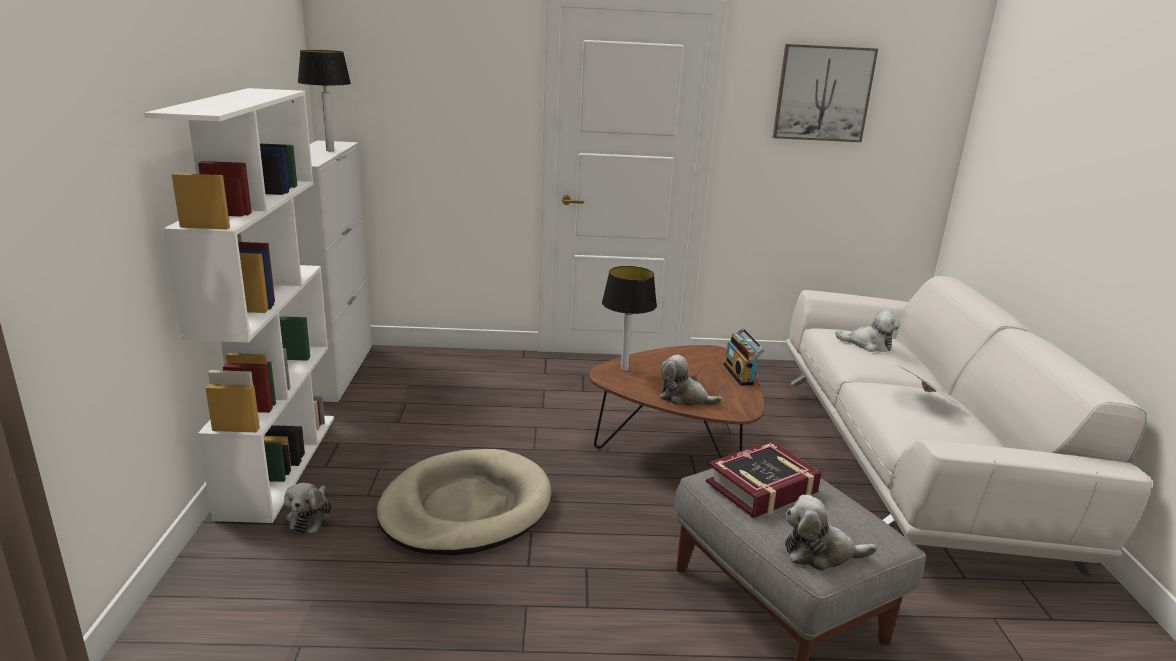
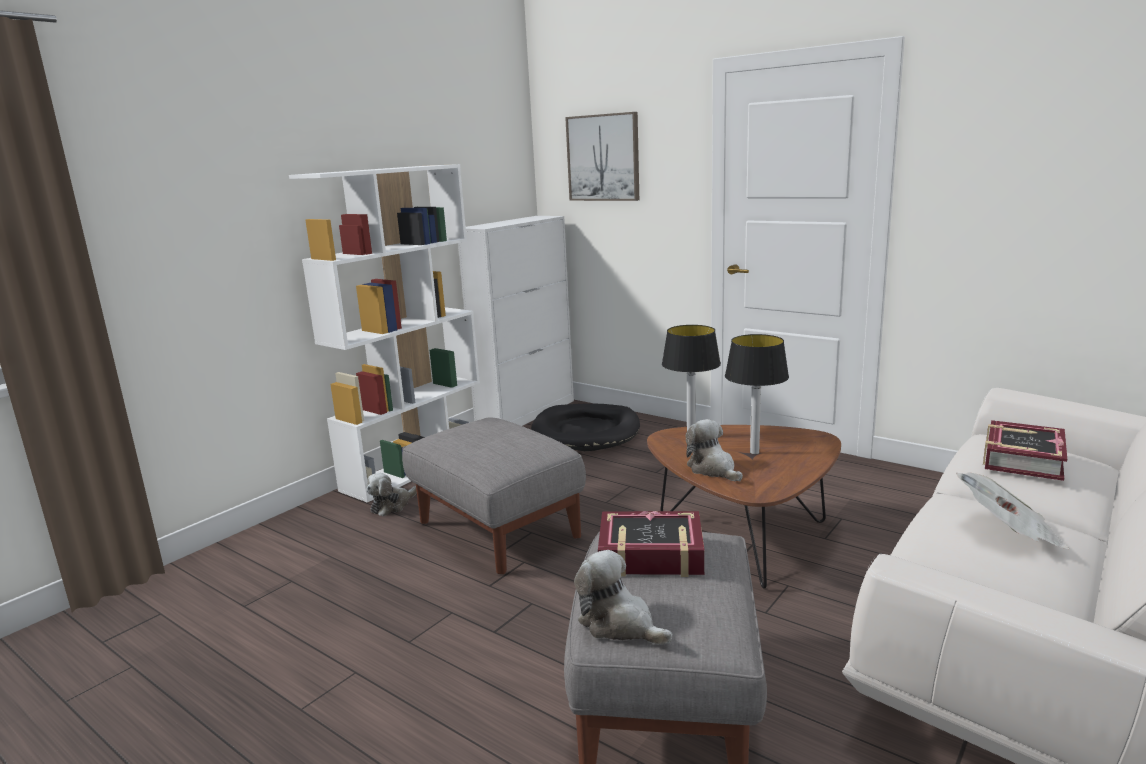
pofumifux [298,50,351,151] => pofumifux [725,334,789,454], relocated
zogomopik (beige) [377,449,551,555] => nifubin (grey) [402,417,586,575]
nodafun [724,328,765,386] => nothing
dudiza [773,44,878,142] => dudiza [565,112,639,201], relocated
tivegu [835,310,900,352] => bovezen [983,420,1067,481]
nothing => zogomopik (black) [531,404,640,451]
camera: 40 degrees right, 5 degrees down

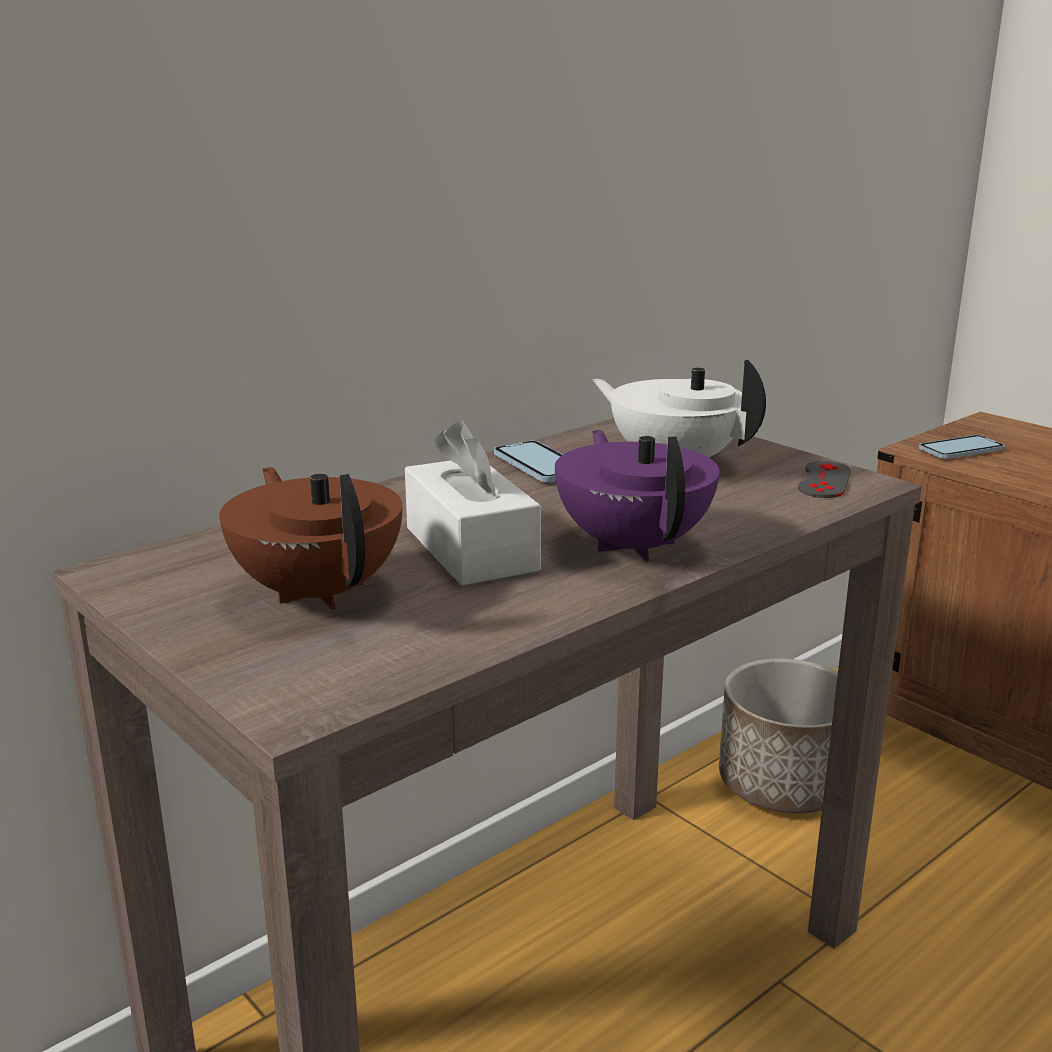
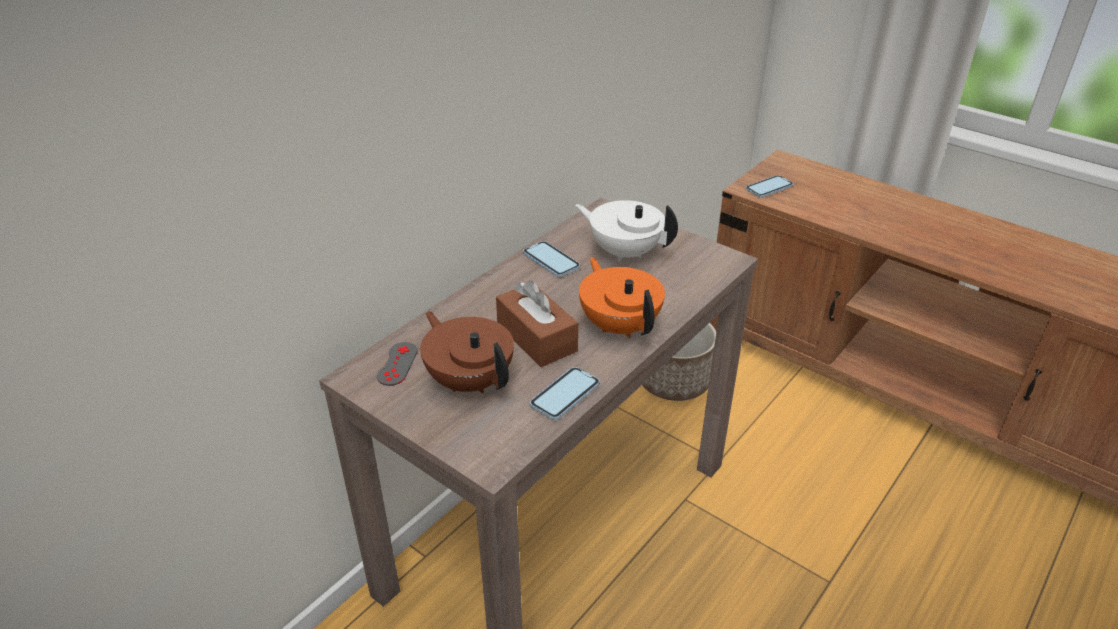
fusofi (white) [405,420,541,586] => fusofi (brown) [496,280,578,367]
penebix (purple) [555,430,719,562] => penebix (orange) [579,257,665,338]
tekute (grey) [798,461,851,498] => tekute (grey) [377,342,418,386], relocated
nothing => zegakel [530,367,600,420]
camera: 10 degrees left, 15 degrees up

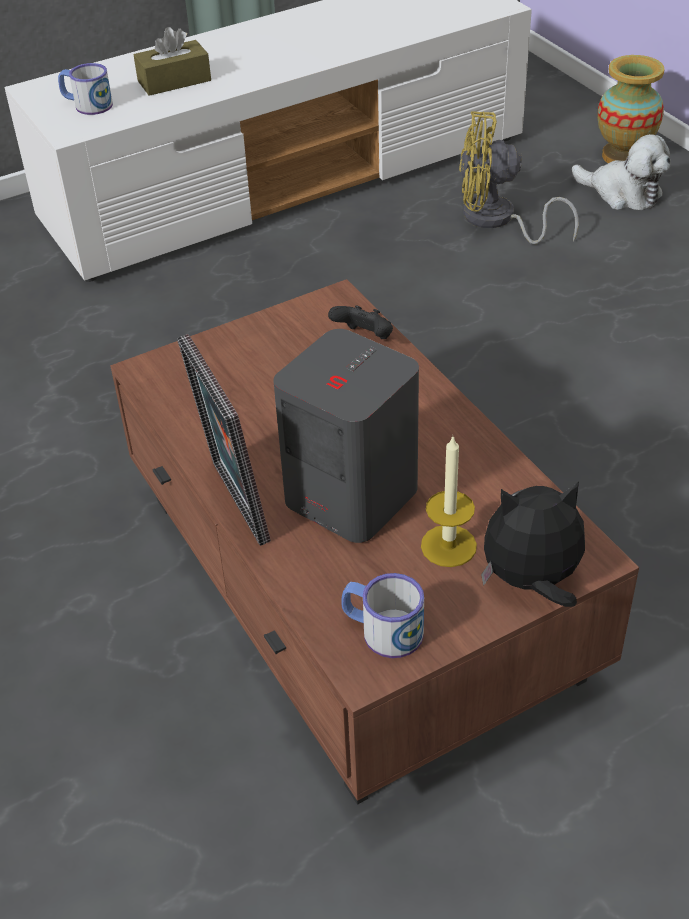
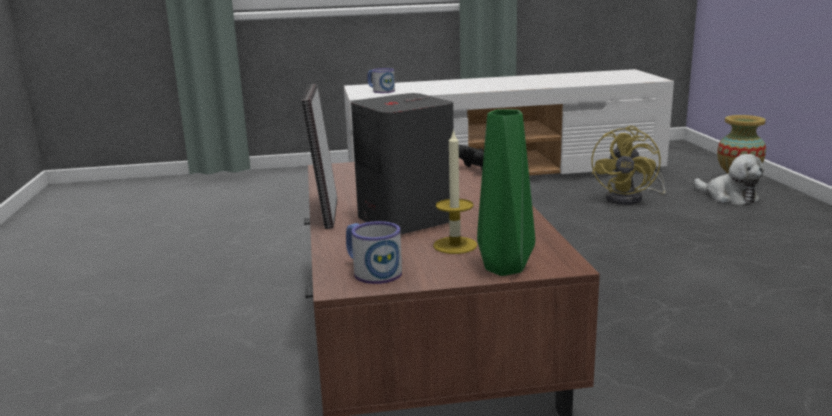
fusofi (brown) [134,27,211,96] => nothing
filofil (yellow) [459,111,579,244] => filofil (yellow) [591,126,666,205], 90 degrees counterclockwise
tivegu [481,481,585,607] => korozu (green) [477,109,535,276]
camera: 20 degrees right, 25 degrees down

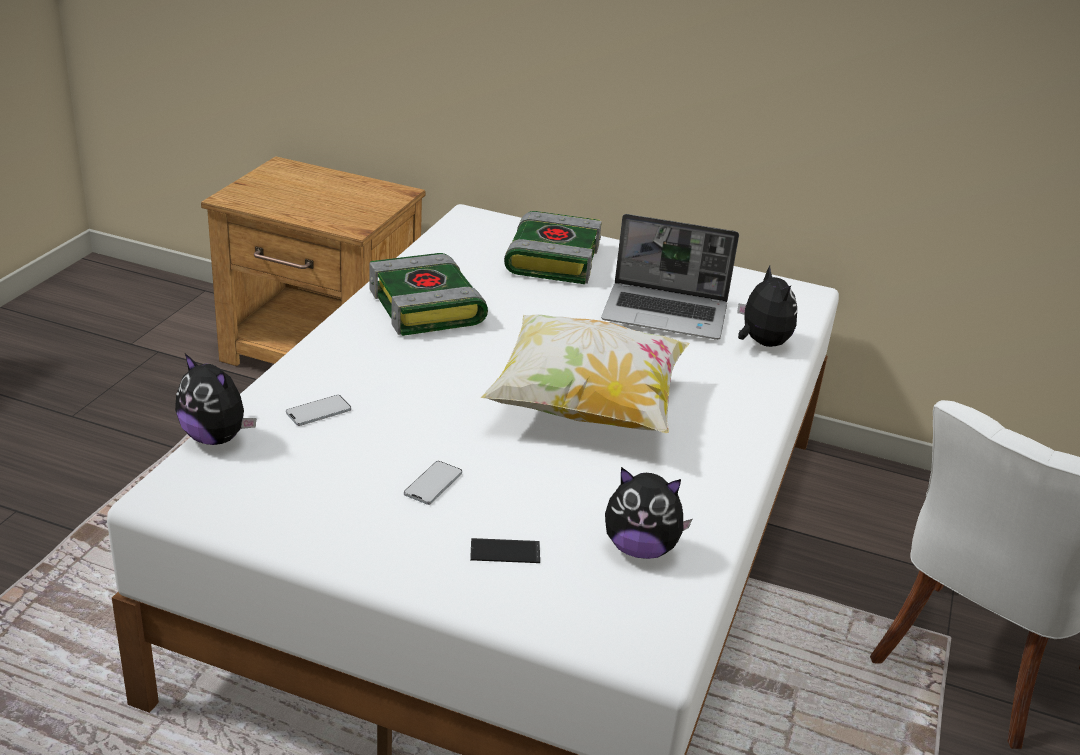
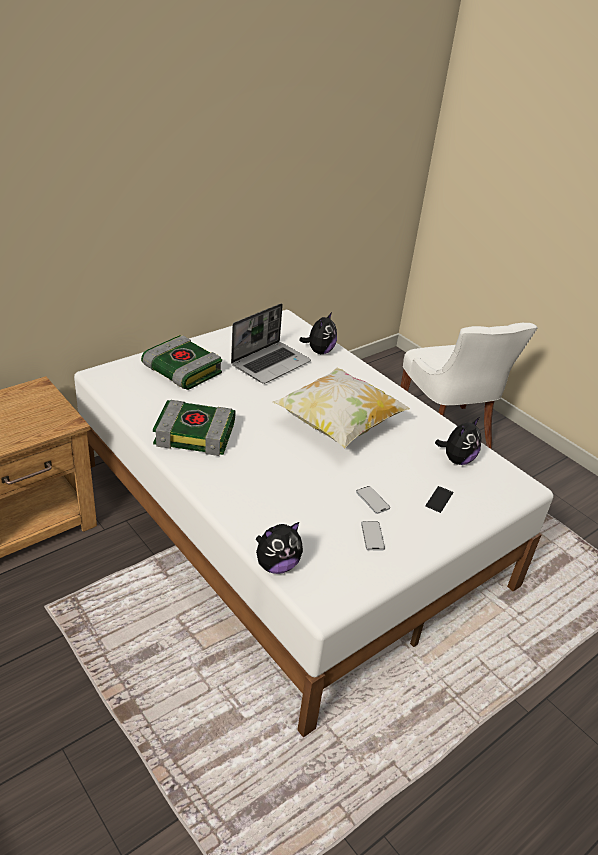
zegakel [286,395,351,426] => zegakel [361,521,385,550], relocated
tivegu [737,266,797,347] => tivegu [299,312,337,354], 105 degrees clockwise
camera: 60 degrees left, 5 degrees up

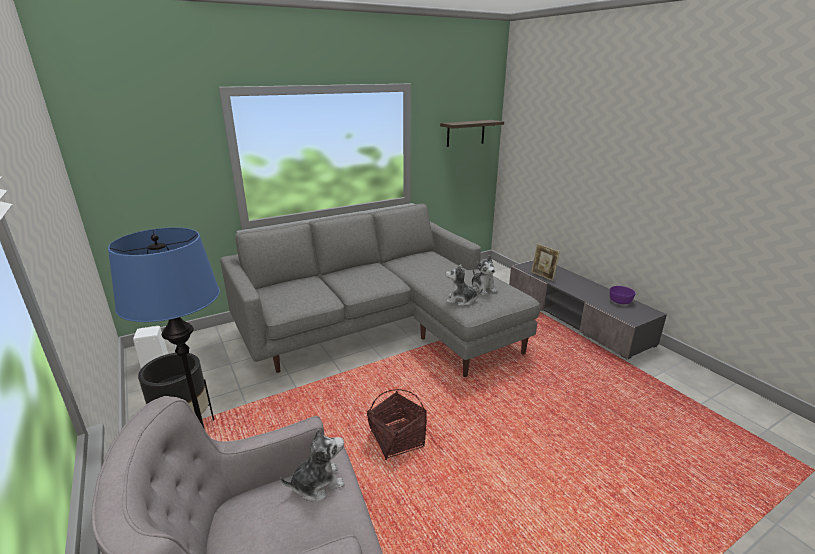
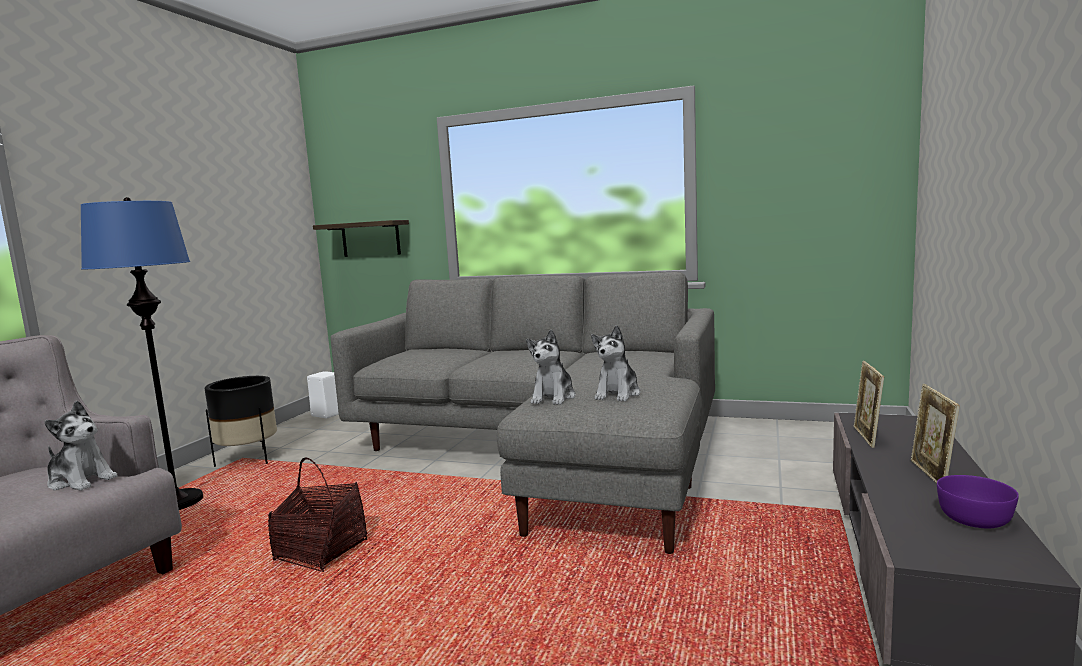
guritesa [440,120,504,147] => guritesa [313,220,409,257], relocated
tivegu [445,264,483,306] => tivegu [526,329,576,405], 135 degrees counterclockwise
nothing => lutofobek [911,384,960,484]
camera: 50 degrees right, 15 degrees down

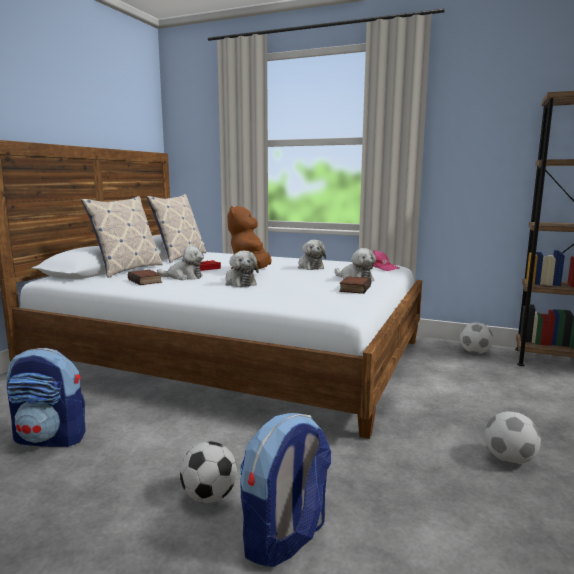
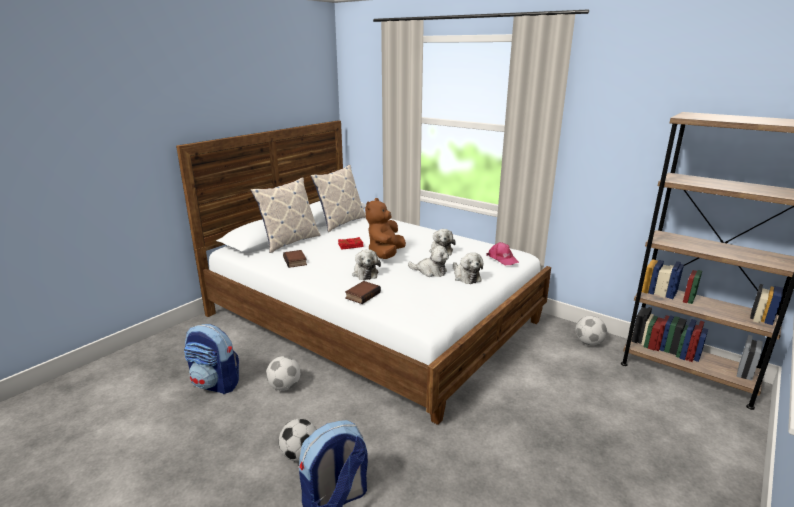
tivegu [157,246,204,280] => tivegu [408,246,449,277], relocated
bovezen [339,276,371,294] => bovezen [345,281,381,304], relocated
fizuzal [485,411,541,464] => fizuzal [266,356,301,391], relocated
camera: 15 degrees right, 10 degrees up

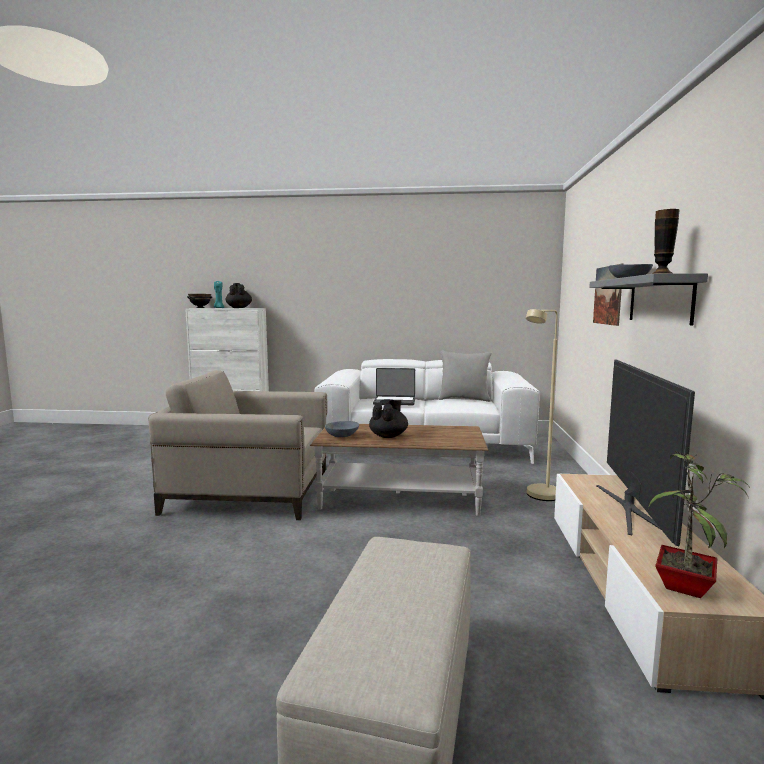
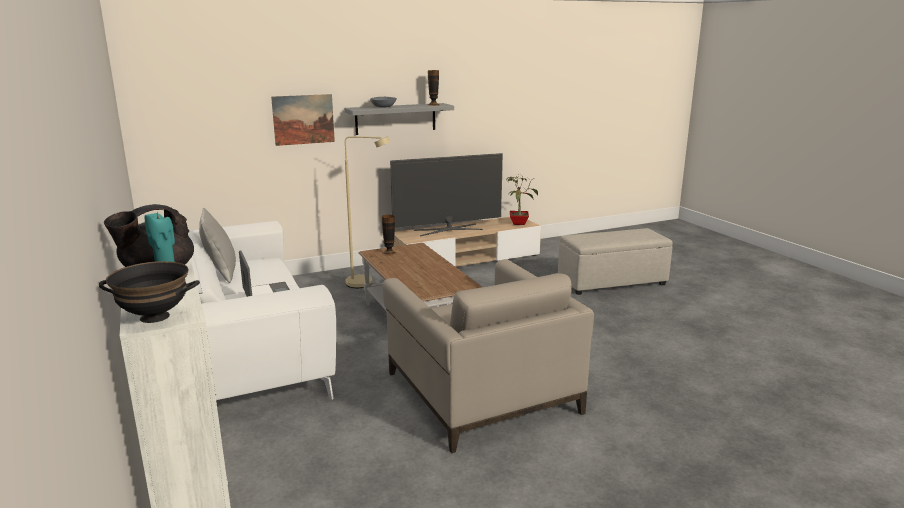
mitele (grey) [325,421,359,437] => nothing
penebix (black) [369,399,408,438] => nothing
nothing => korozu [382,215,396,256]
camera: 120 degrees left, 10 degrees up

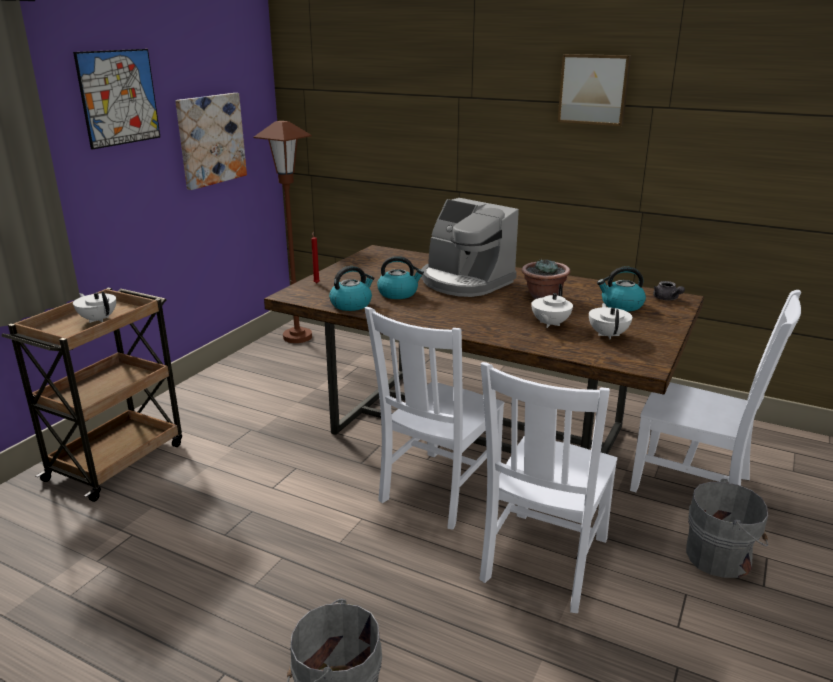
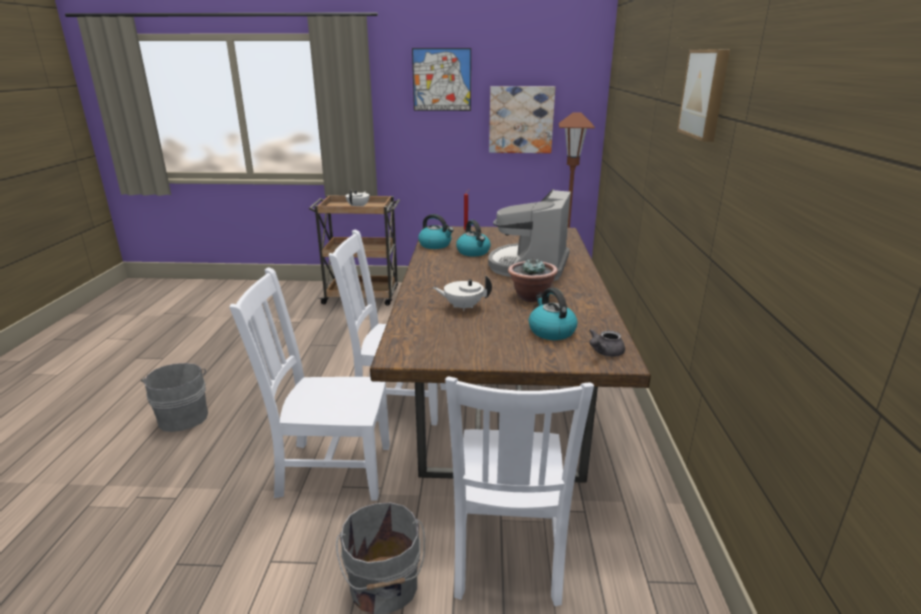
penebix (white) [589,303,633,340] => nothing
camera: 65 degrees right, 0 degrees up

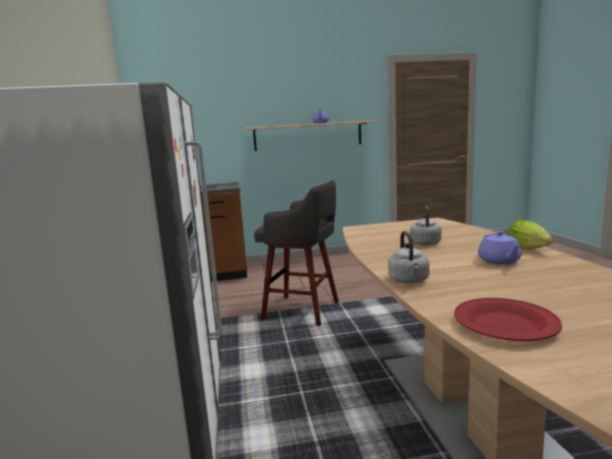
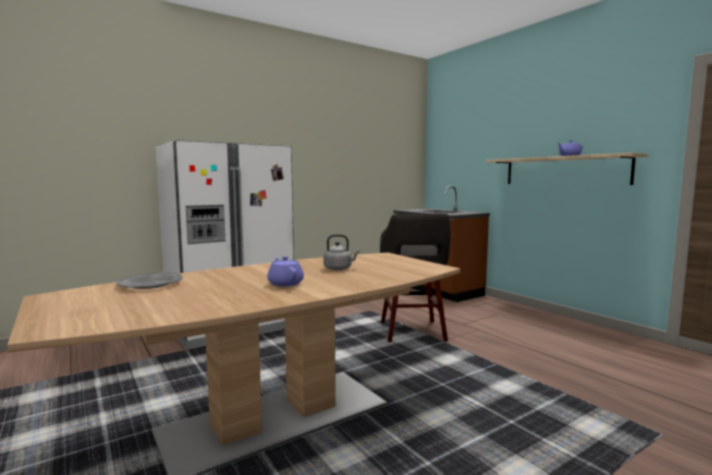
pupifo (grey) [388,231,430,284] => nothing
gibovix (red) [454,298,562,341] => gibovix (grey) [116,272,183,289]
penebix (purple) [478,231,522,265] => penebix (purple) [267,256,304,287], 90 degrees clockwise
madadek [508,220,553,249] => nothing
camera: 65 degrees right, 5 degrees down

